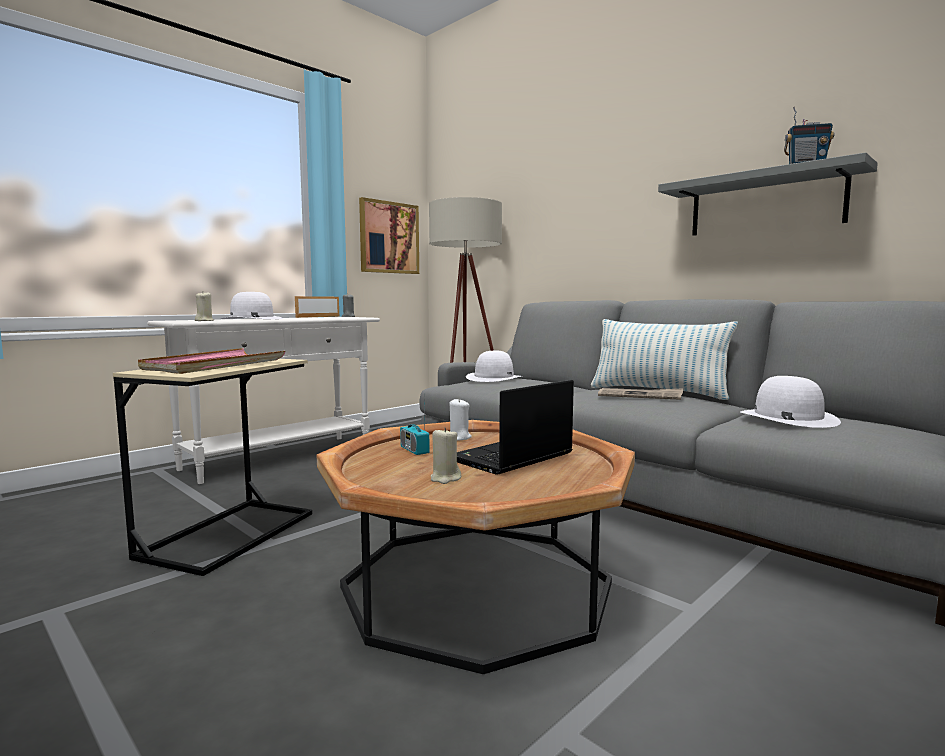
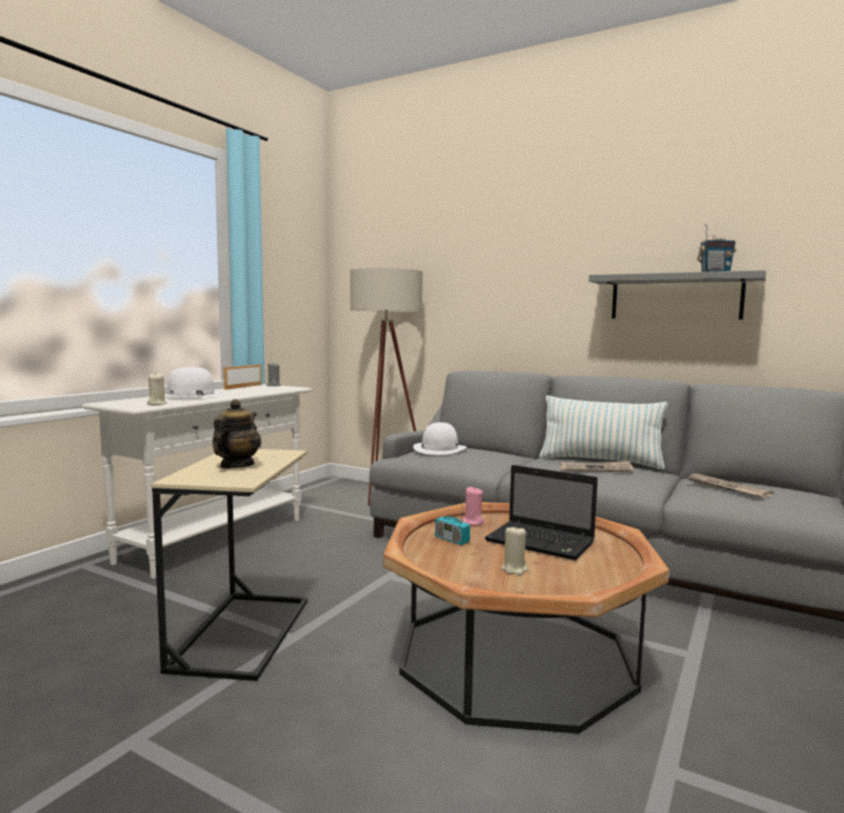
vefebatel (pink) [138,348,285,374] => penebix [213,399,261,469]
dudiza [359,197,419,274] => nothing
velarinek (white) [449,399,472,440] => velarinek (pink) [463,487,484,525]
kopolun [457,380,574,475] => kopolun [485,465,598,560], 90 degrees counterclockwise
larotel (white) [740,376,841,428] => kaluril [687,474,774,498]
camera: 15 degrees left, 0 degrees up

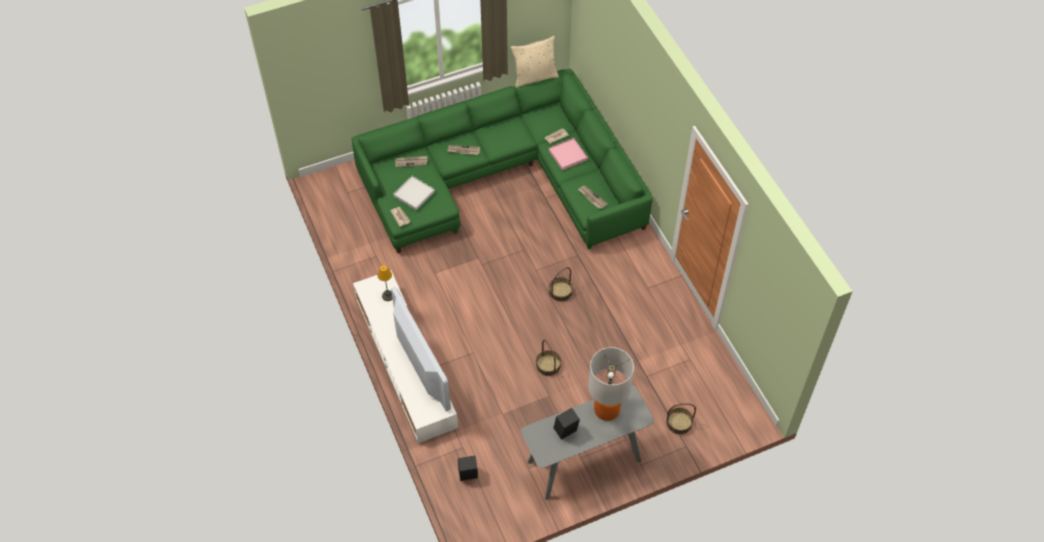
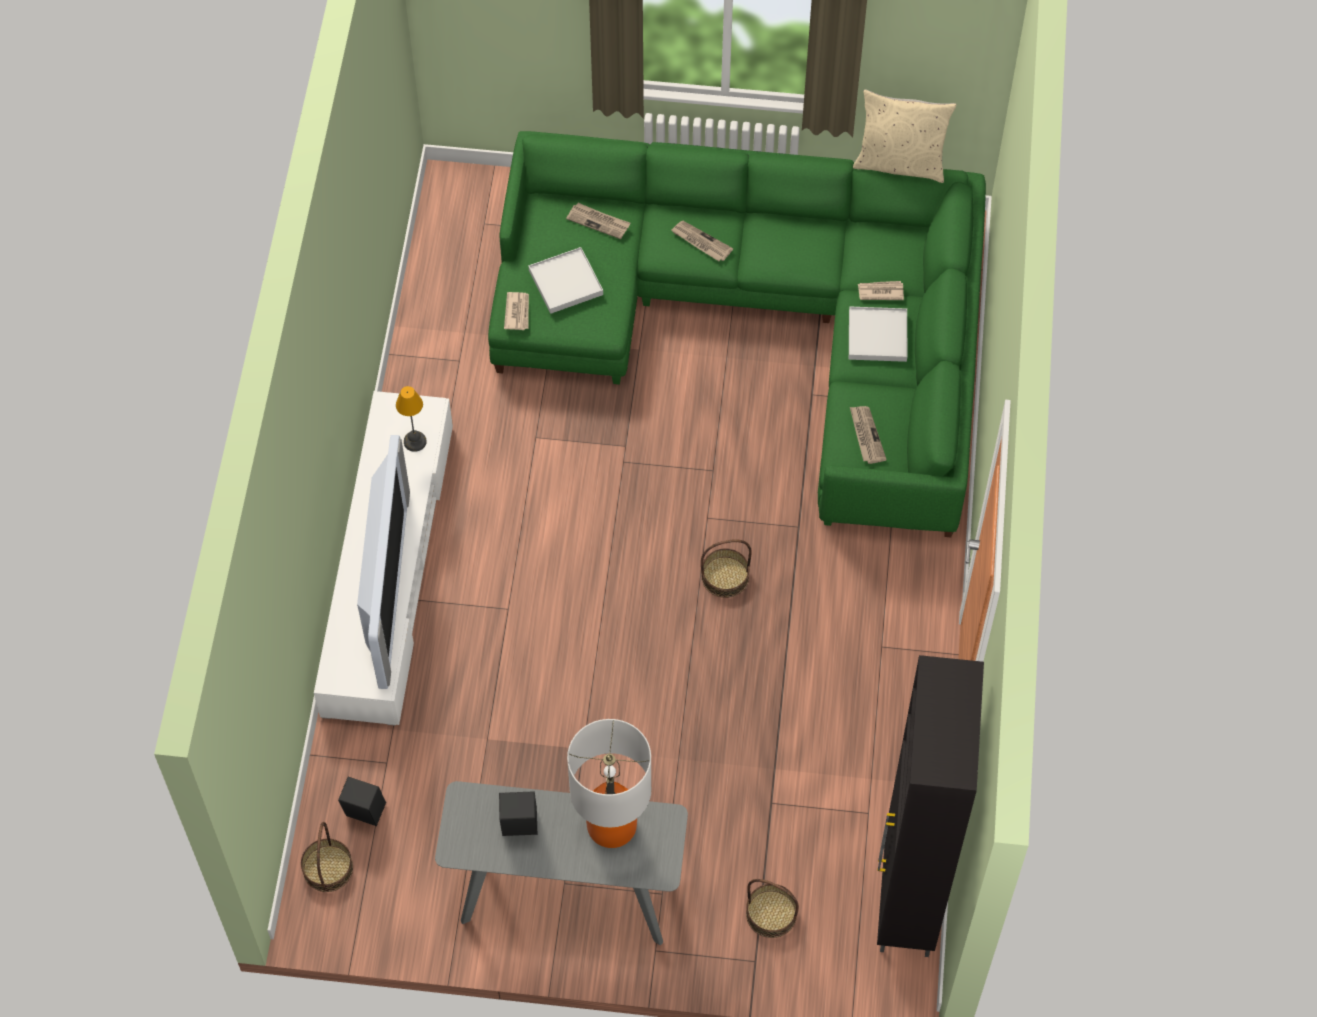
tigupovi [536,340,561,376] => tigupovi [301,822,353,892], relocated
vefebatel (pink) [549,138,588,170] => vefebatel (white) [849,307,907,362]
nothing => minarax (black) [877,655,984,957]
camera: 30 degrees right, 5 degrees up

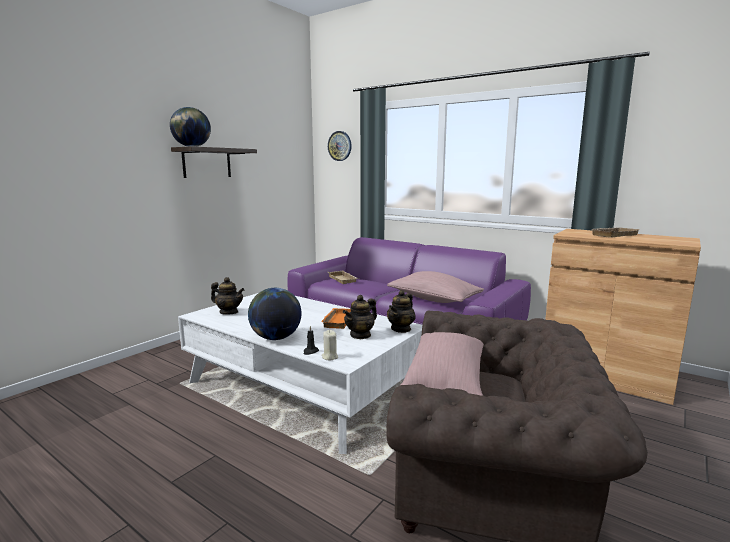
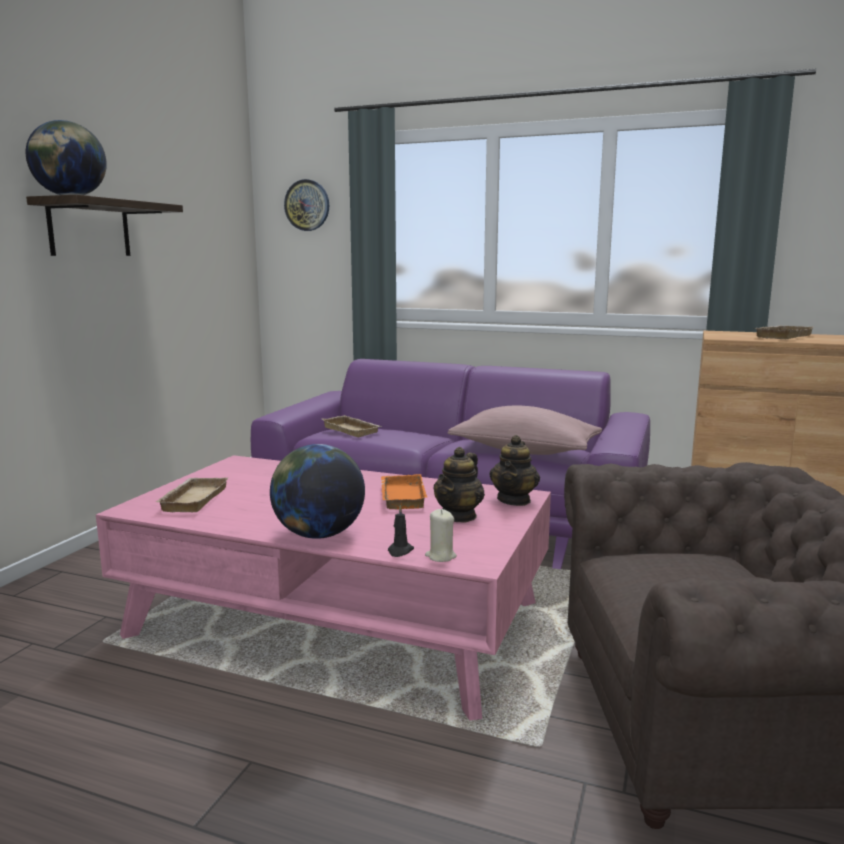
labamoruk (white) [178,293,422,454] => labamoruk (pink) [96,455,551,720]
penebix [211,277,244,315] => vefebatel (beige) [156,478,228,512]
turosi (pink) [401,332,484,396] => nothing
camera: 15 degrees left, 0 degrees up

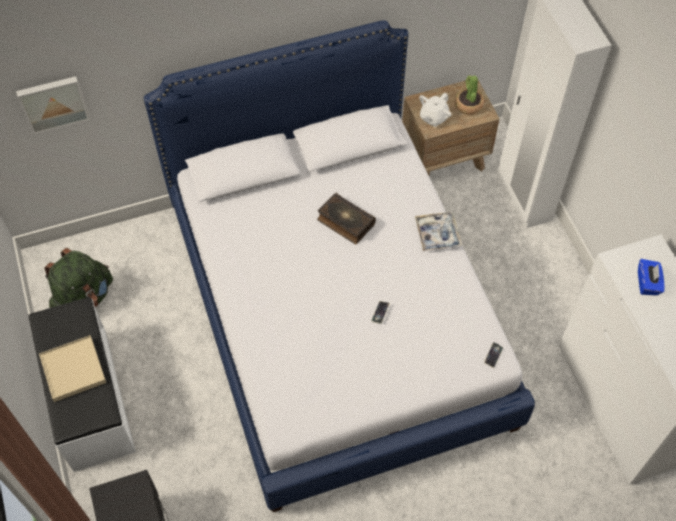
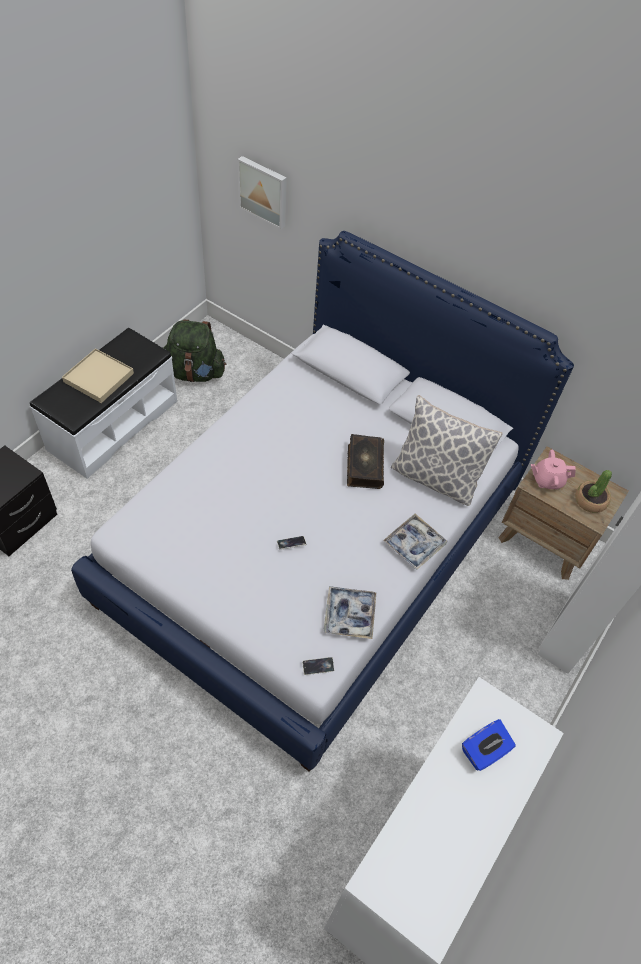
penebix (white) [419,93,452,127] => penebix (pink) [531,450,576,489]
nothing => vefebatel [324,586,376,639]
nothing => turosi [391,395,503,506]
camera: 50 degrees right, 5 degrees down

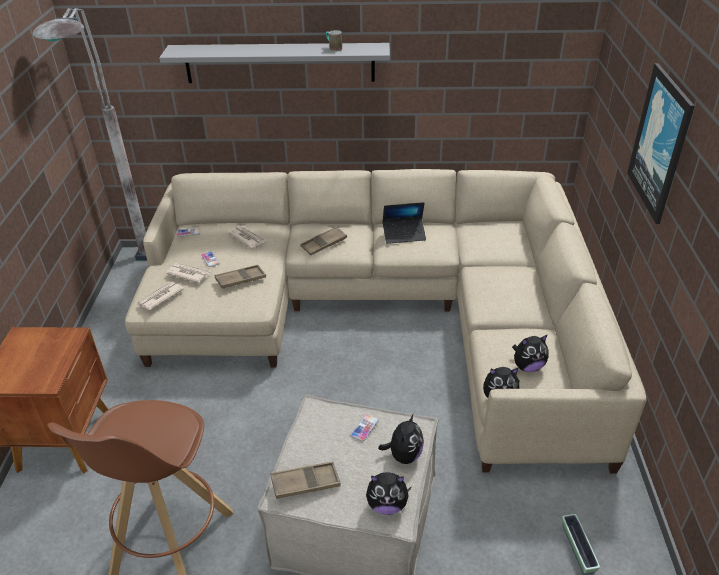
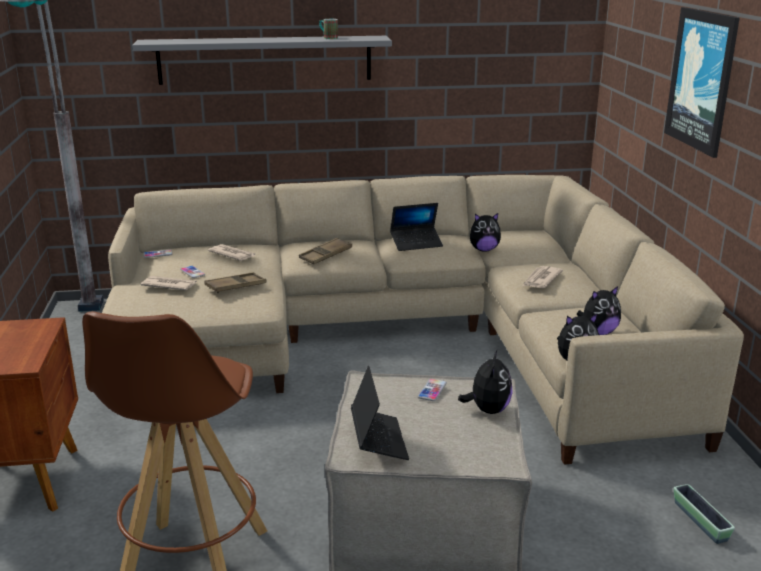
kaluril [137,281,184,310] => kaluril [523,266,563,288], relocated
vefebatel (brown) [271,461,341,499] => kopolun [351,366,409,460]
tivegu [366,472,412,515] => tivegu [470,213,501,252], relocated
camera: 10 degrees left, 15 degrees down

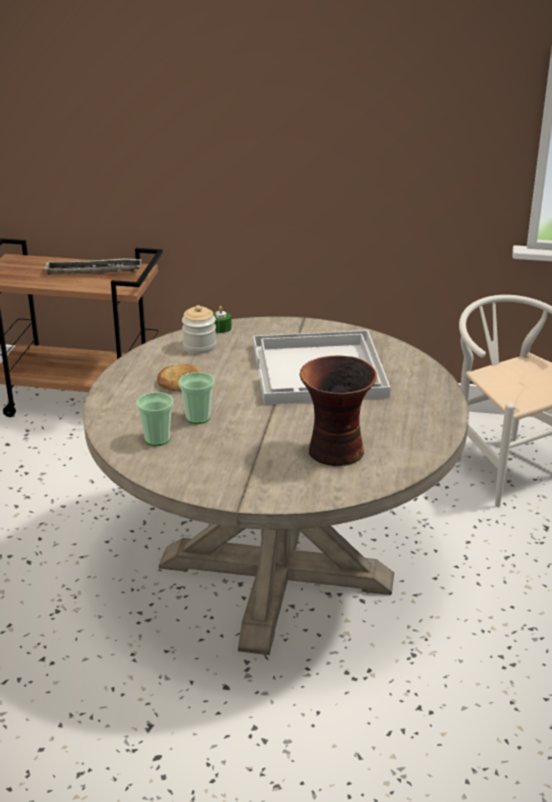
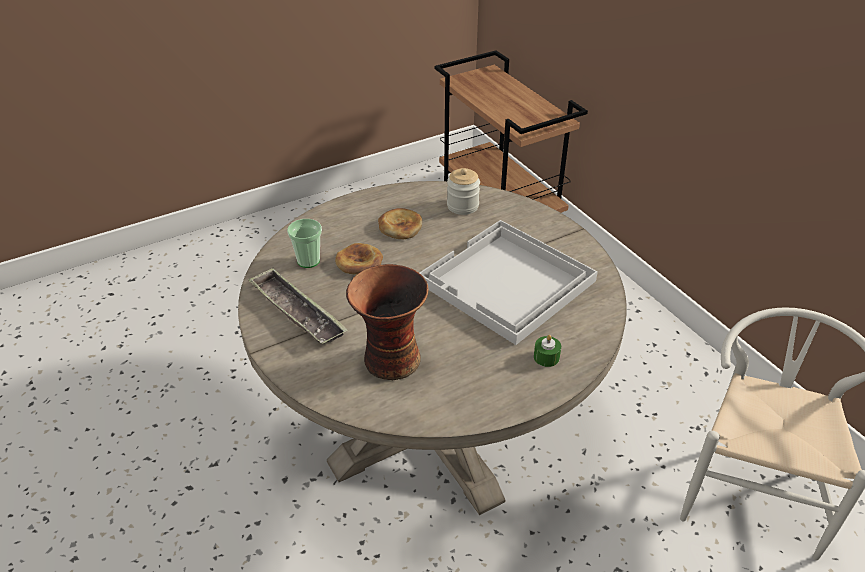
vefebatel [44,258,142,275] => vefebatel [248,268,348,344], relocated
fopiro [179,372,215,424] => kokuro [335,243,383,275]
velarinek (green) [213,306,232,333] => velarinek (green) [534,335,561,367], relocated
camera: 50 degrees right, 10 degrees up

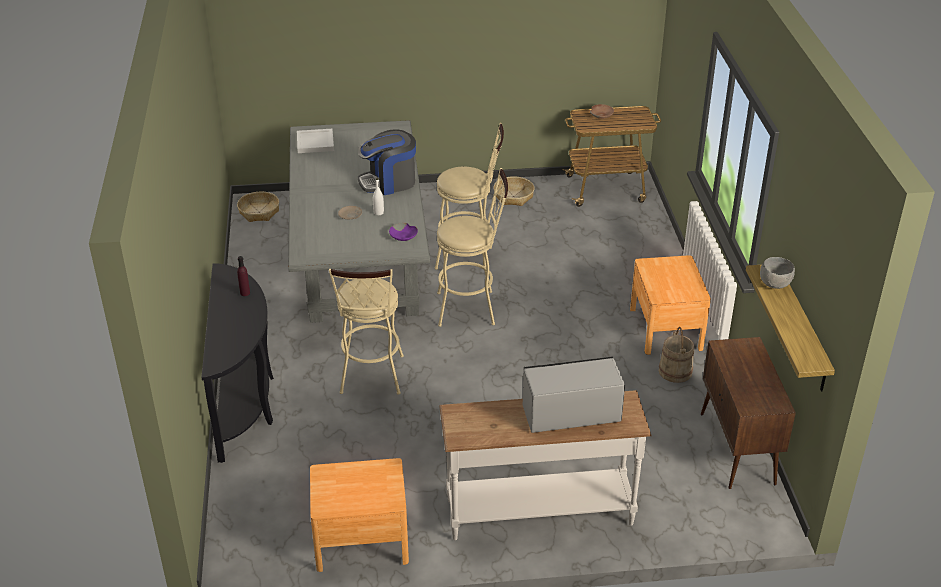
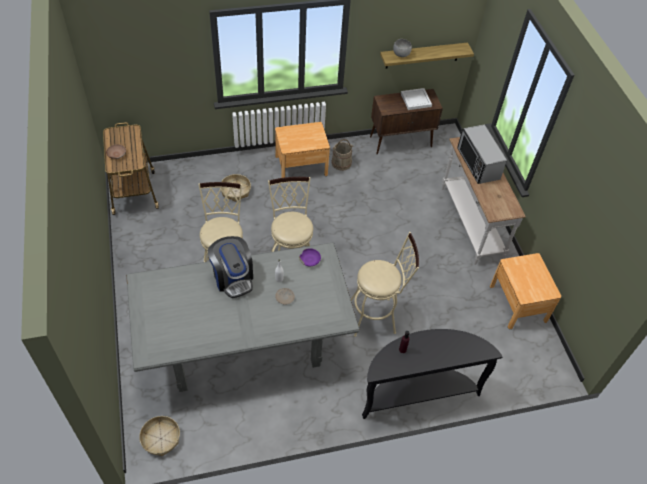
vefebatel (white) [297,129,334,153] => vefebatel (white) [401,88,432,110], relocated
tigupovi [493,176,534,206] => tigupovi [221,174,251,202], relocated
camera: 100 degrees left, 15 degrees up

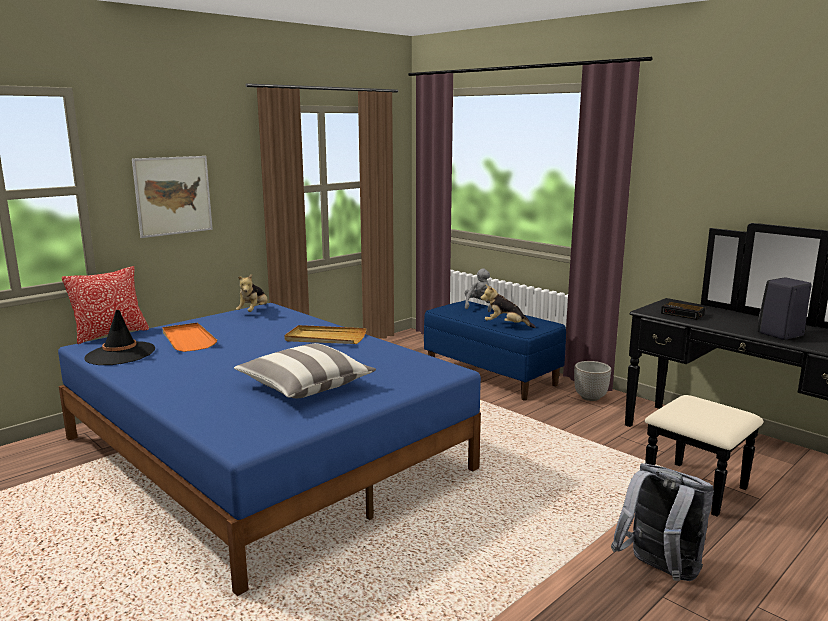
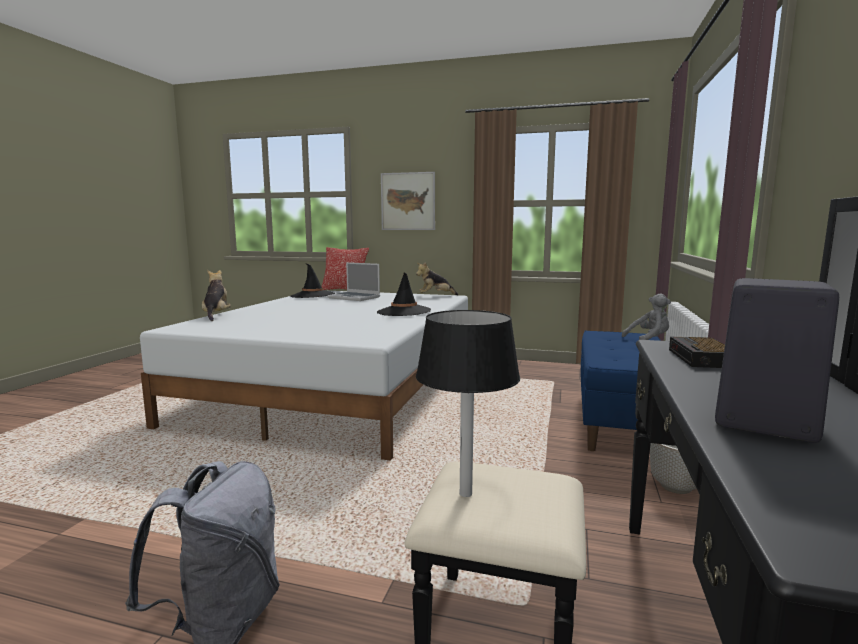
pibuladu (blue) [58,303,481,596] => pibuladu (white) [140,291,468,461]
vefebatel (orange) [162,322,217,352] => kopolun [327,262,380,301]
turosi [234,343,376,398] => nothing
vefebatel (beige) [284,325,367,344] => larotel (black) [377,272,431,316]
tivegu [481,285,535,328] => tivegu [202,270,231,321], relocated
nothing => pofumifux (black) [416,310,520,497]
camera: 60 degrees right, 5 degrees down

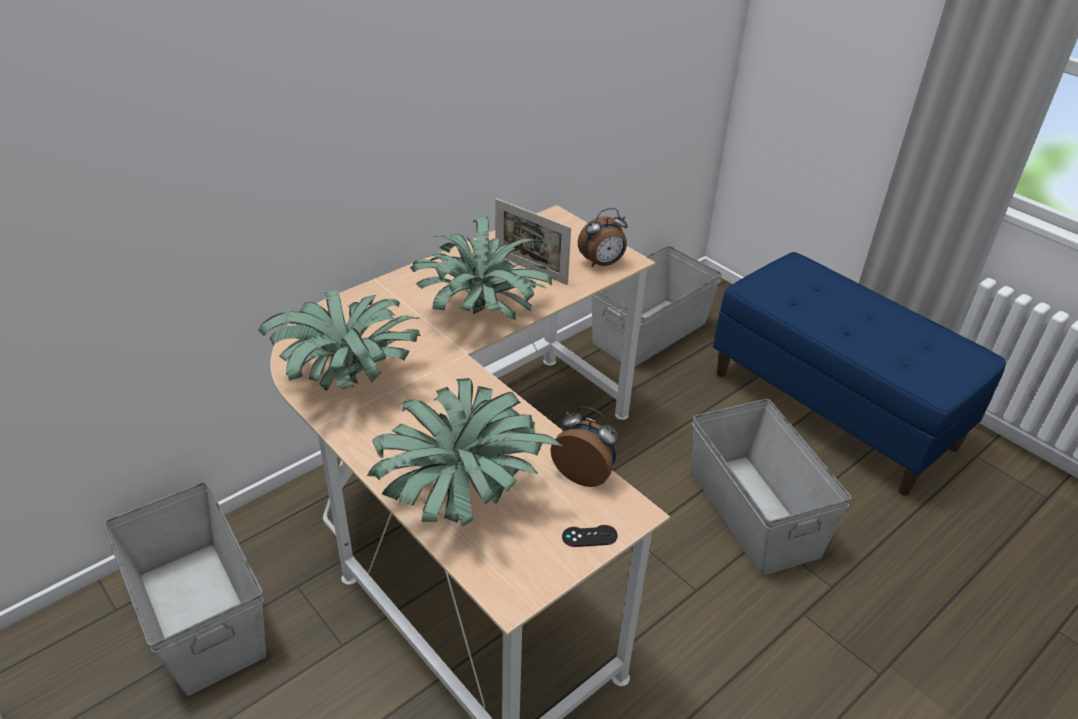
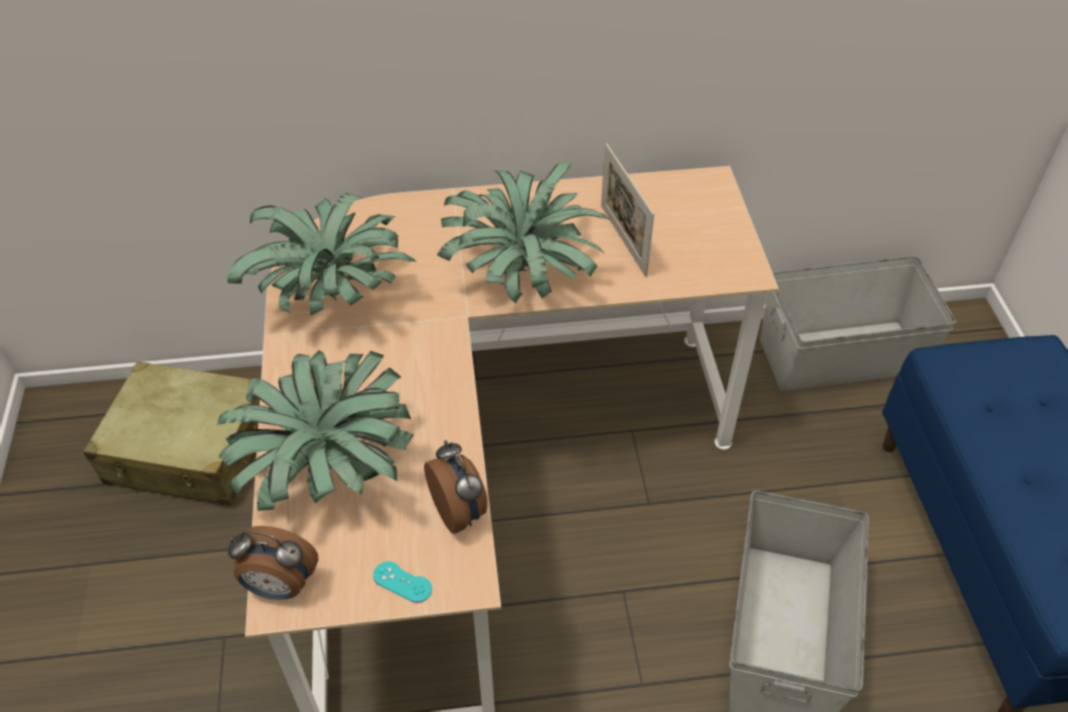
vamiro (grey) [103,482,266,696] => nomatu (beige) [83,362,260,506]
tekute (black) [562,525,618,547] => tekute (turquoise) [373,561,432,603]
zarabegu [578,208,628,267] => zarabegu [228,526,318,600], relocated
camera: 35 degrees right, 10 degrees up

